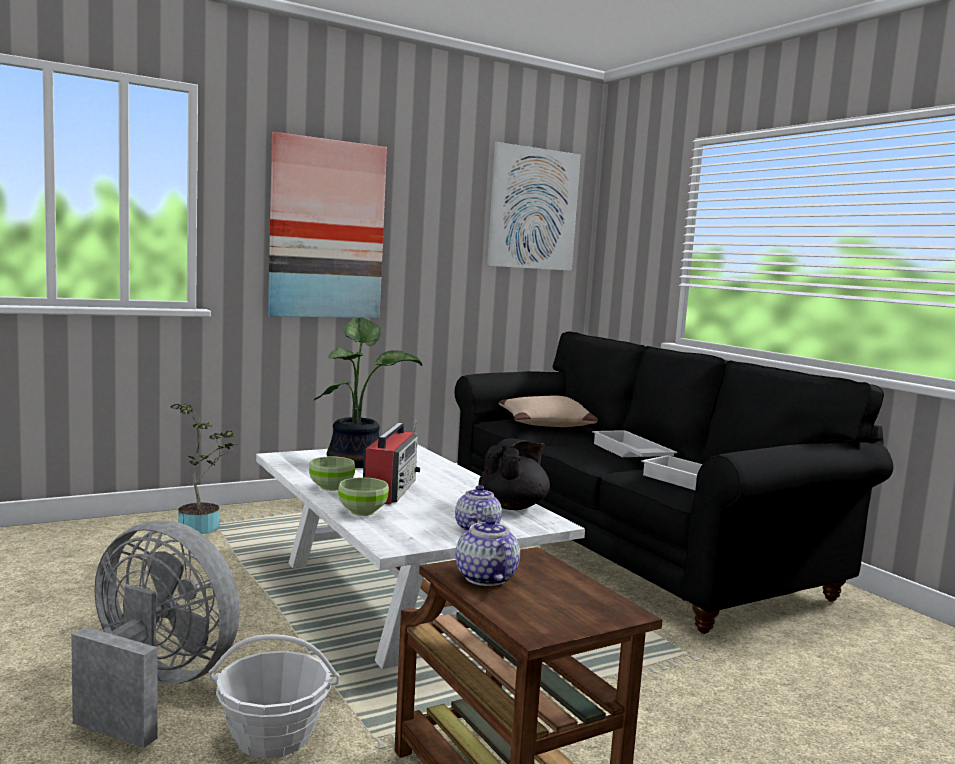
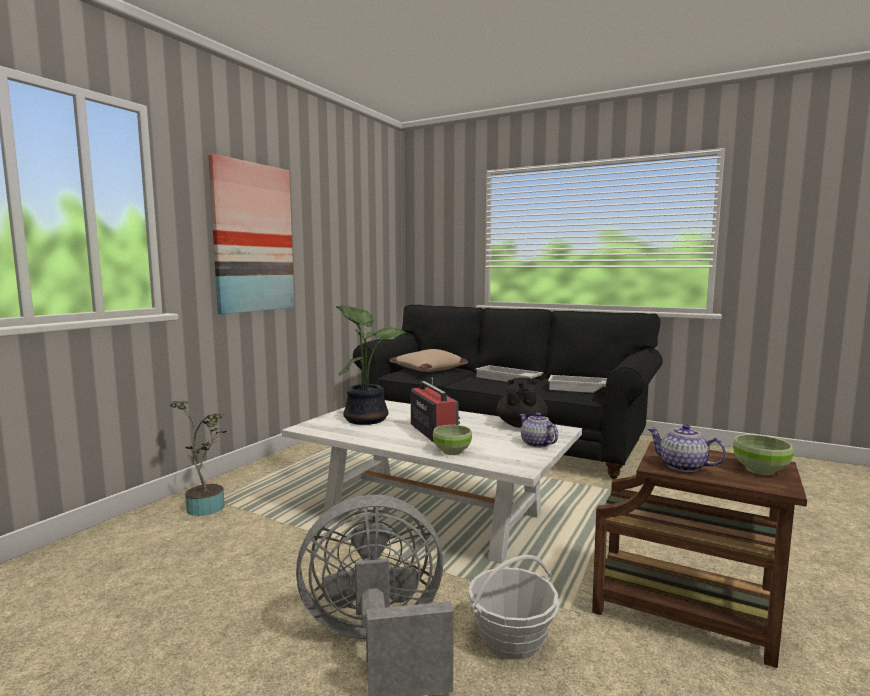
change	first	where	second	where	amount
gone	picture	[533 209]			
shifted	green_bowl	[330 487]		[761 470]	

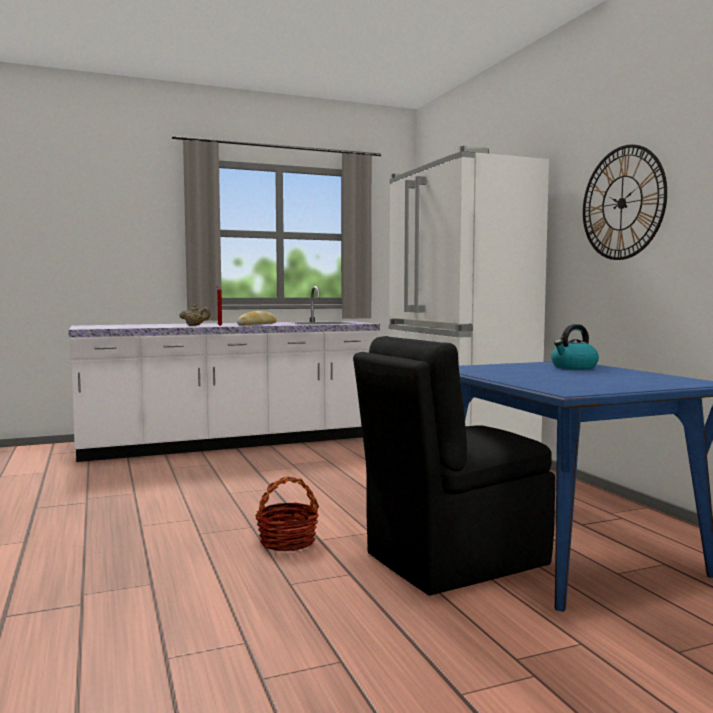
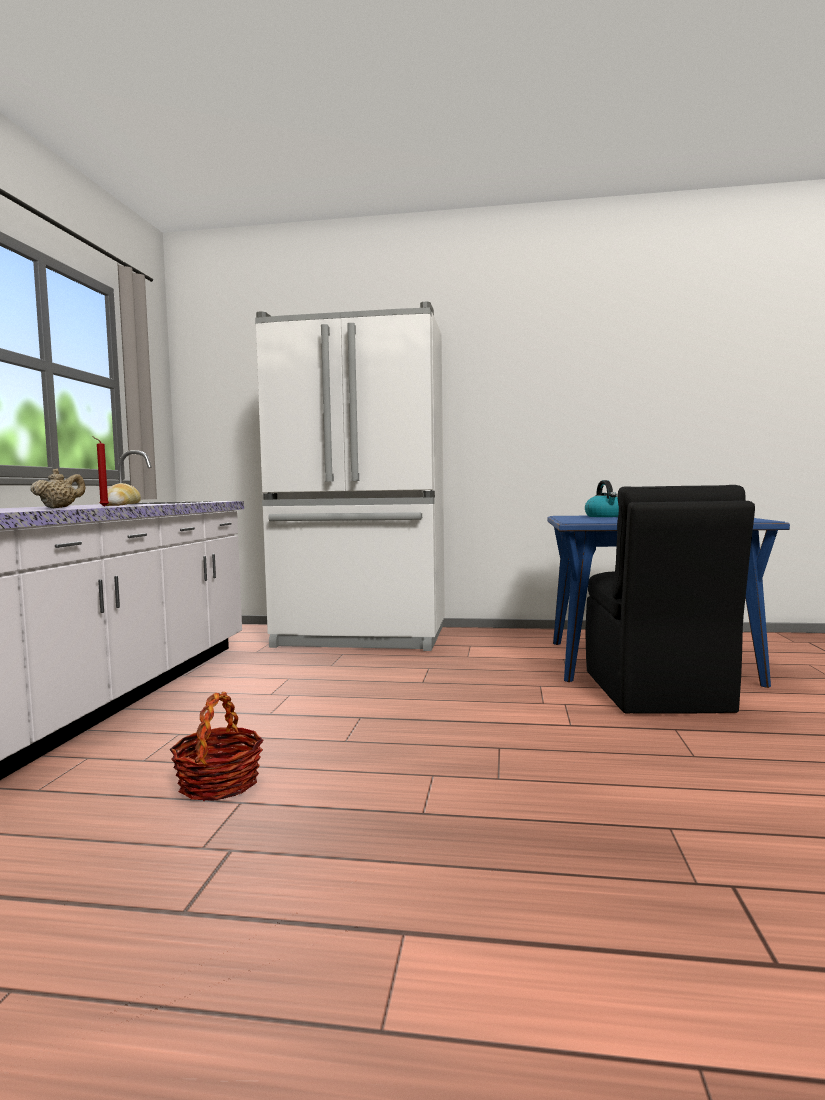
change	first	where	second	where	amount
gone	wall_clock	[622 203]			
shifted	basket	[287 541]		[219 784]	

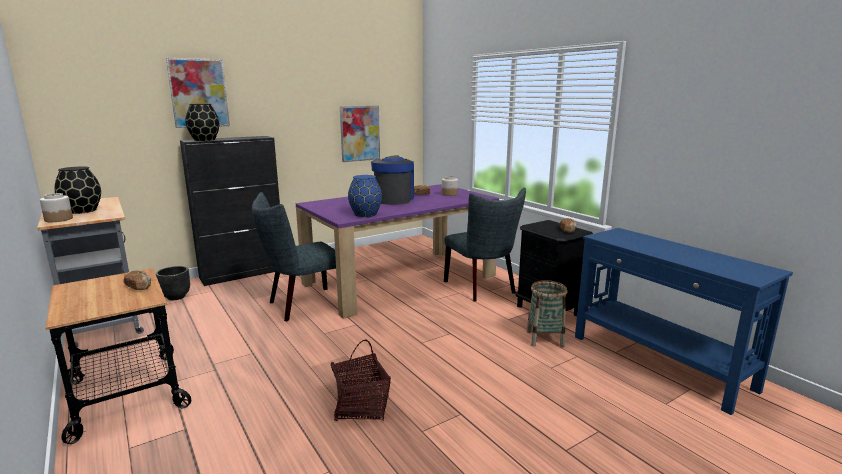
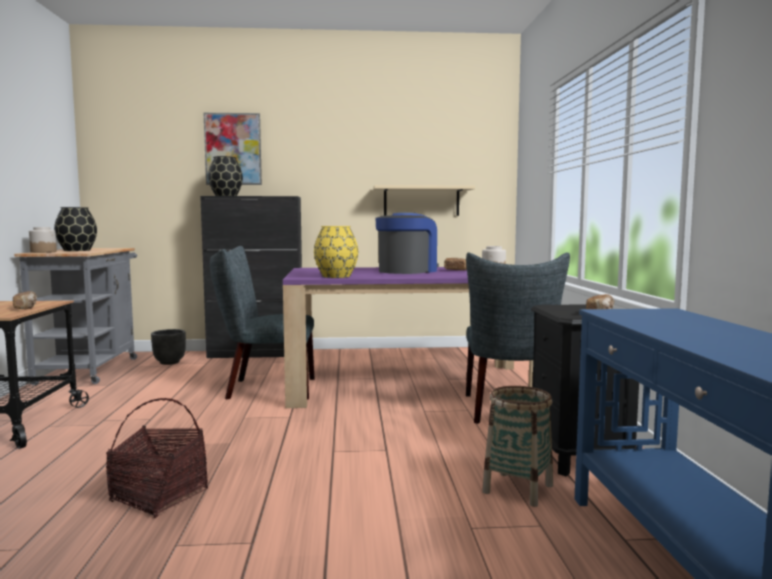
change	first	where	second	where	amount
swapped	picture	[360 133]	beige_shelf	[421 201]	
repainted	blue_vase	[365 214]	yellow_vase	[335 276]	

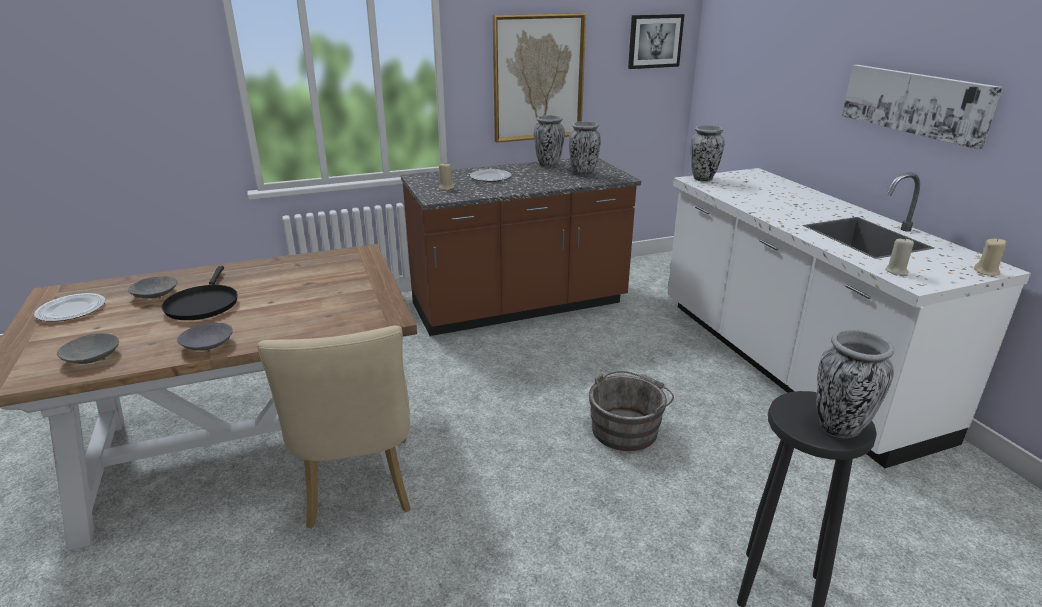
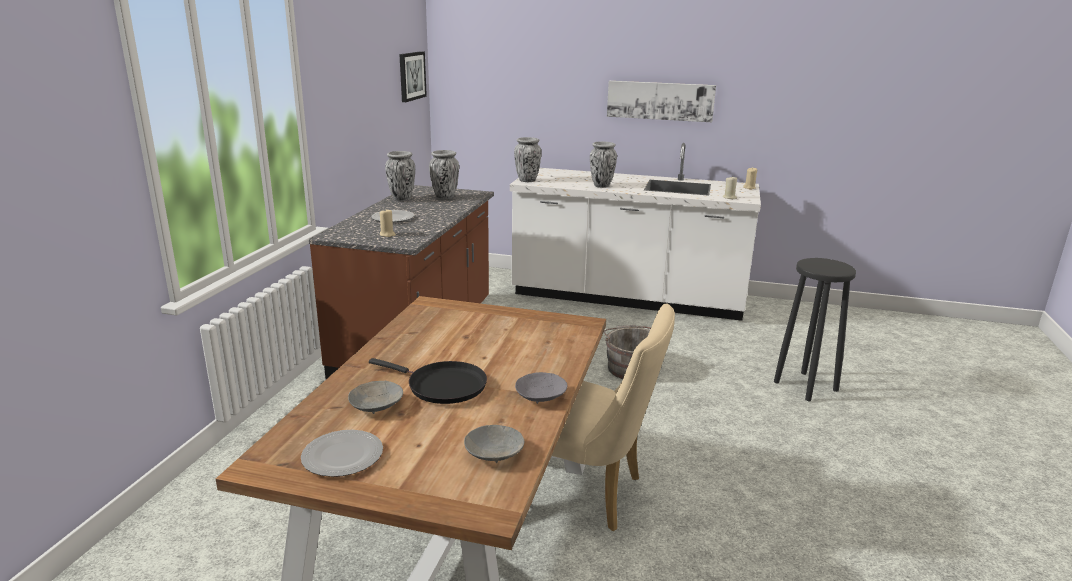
change	first	where	second	where	amount
gone	picture	[538 78]			
shifted	vase	[839 427]		[601 186]	

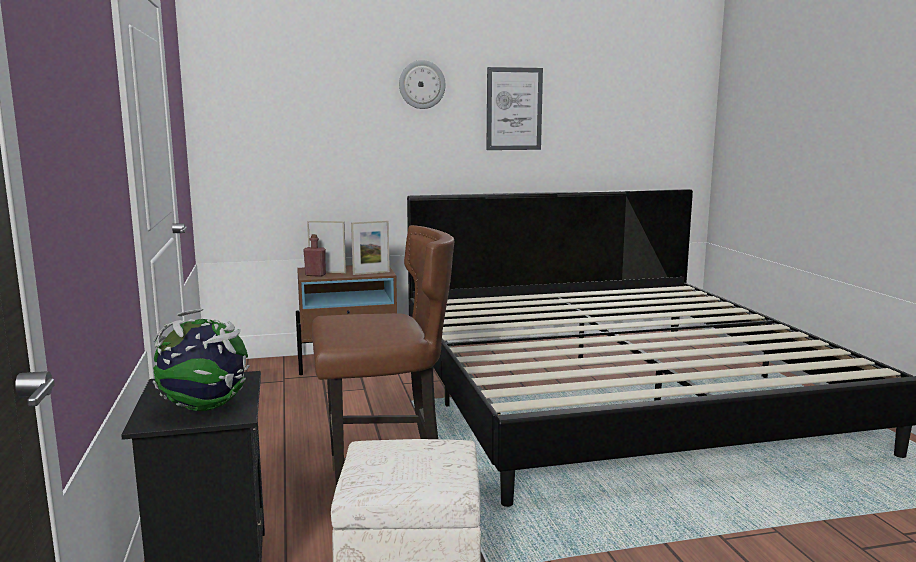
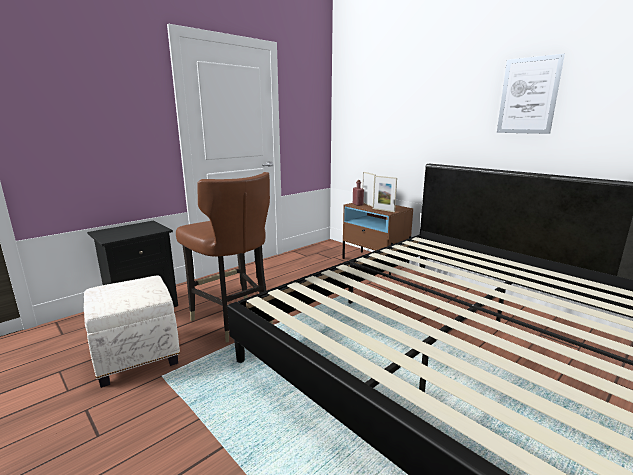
change	first	where	second	where	amount
gone	globe	[205 408]			
gone	wall_clock	[422 84]			

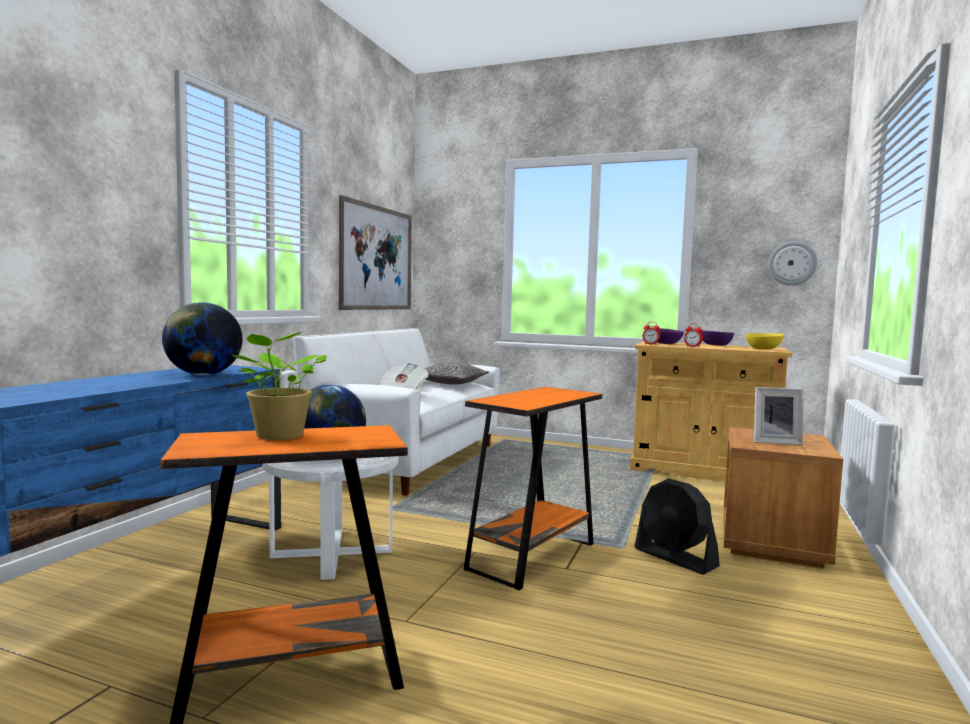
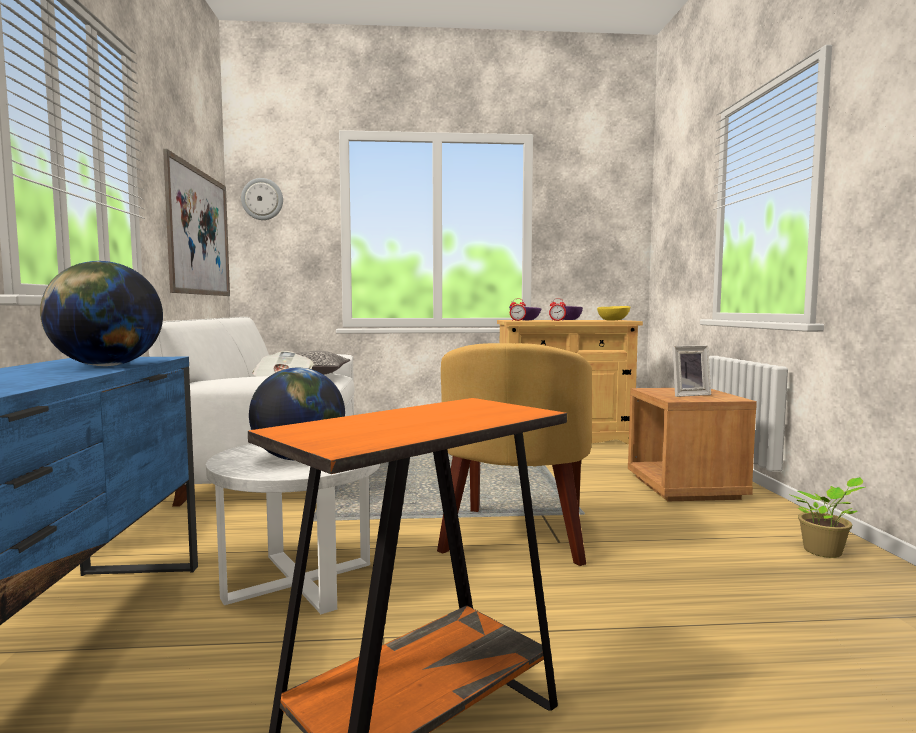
change	first	where	second	where	amount
gone	black_fan	[675 558]			
shifted	potted_plant	[278 436]		[825 552]	
shifted	wall_clock	[792 263]		[262 199]	
swapped	orange_side_table	[532 556]	yellow_armchair	[515 538]	

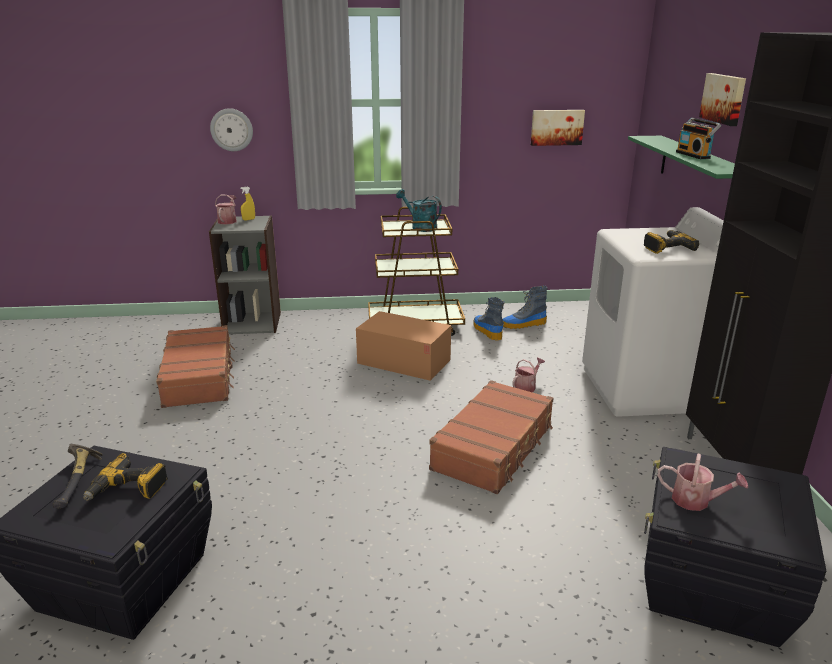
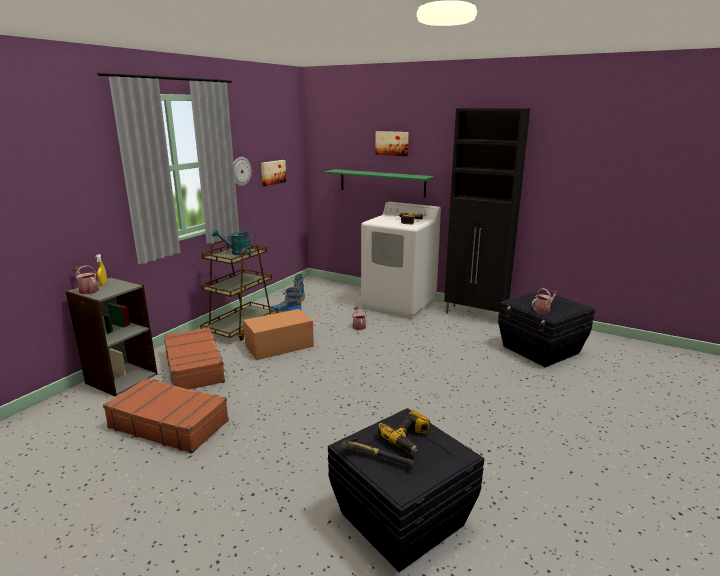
change	first	where	second	where	amount
gone	radio	[694 155]			
shifted	wall_clock	[231 129]		[240 171]	
shifted	brown_suitcase	[494 447]		[195 367]	

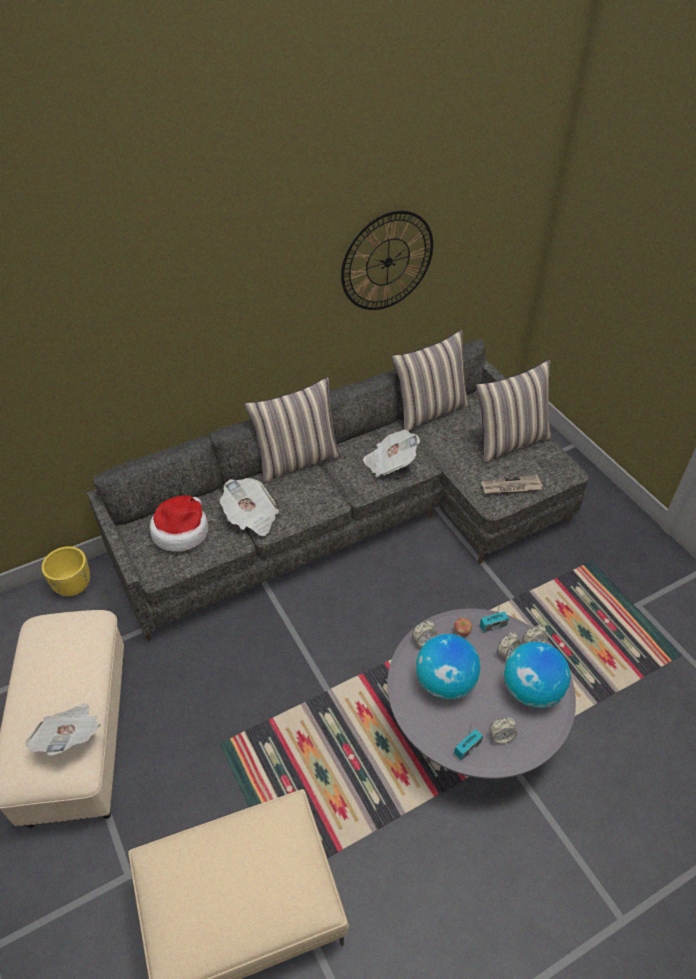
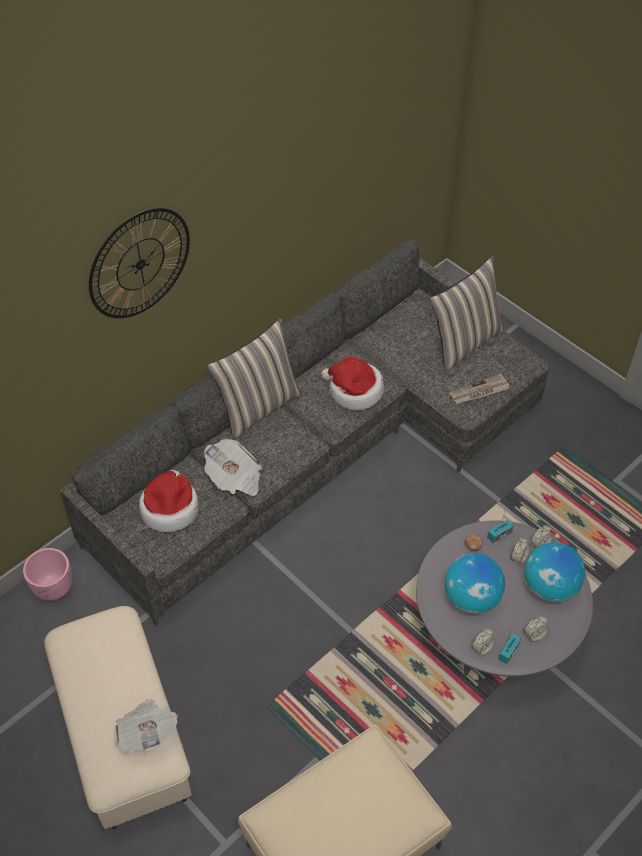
change	first	where	second	where	amount
gone	pillow	[430 410]			
shifted	wall_clock	[387 262]		[140 264]	
shifted	alarm_clock	[423 640]		[482 648]	
swapped	newspaper	[390 463]	hat	[354 391]	
repainted	yellow_planter	[74 586]	pink_planter	[54 588]	

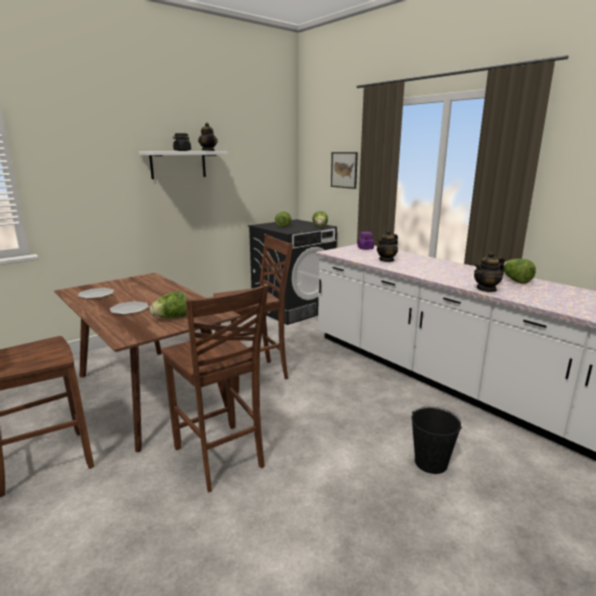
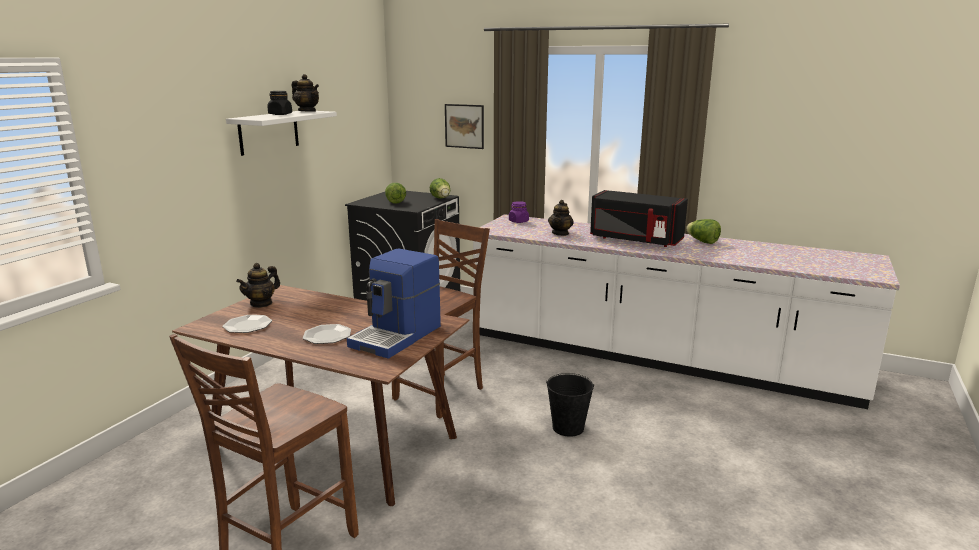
change	first	where	second	where	amount
gone	brown_chair	[220 458]			
new			black_microwave	[634 240]	
shifted	black_bucket	[431 463]		[568 428]	
shifted	teapot	[486 289]		[261 303]	
swapped	lettuce	[171 318]	coffee_machine	[397 336]	

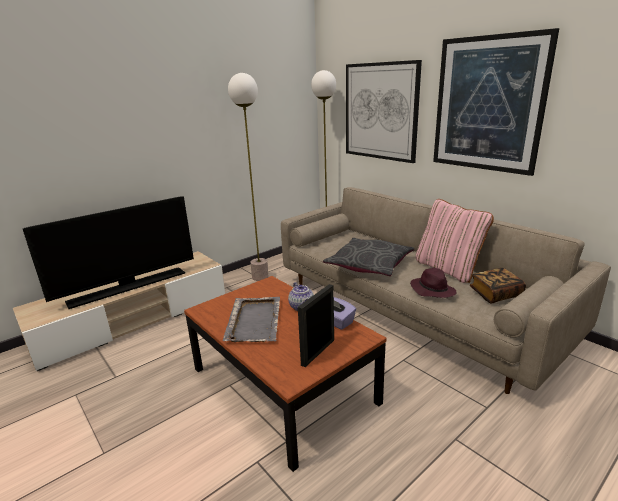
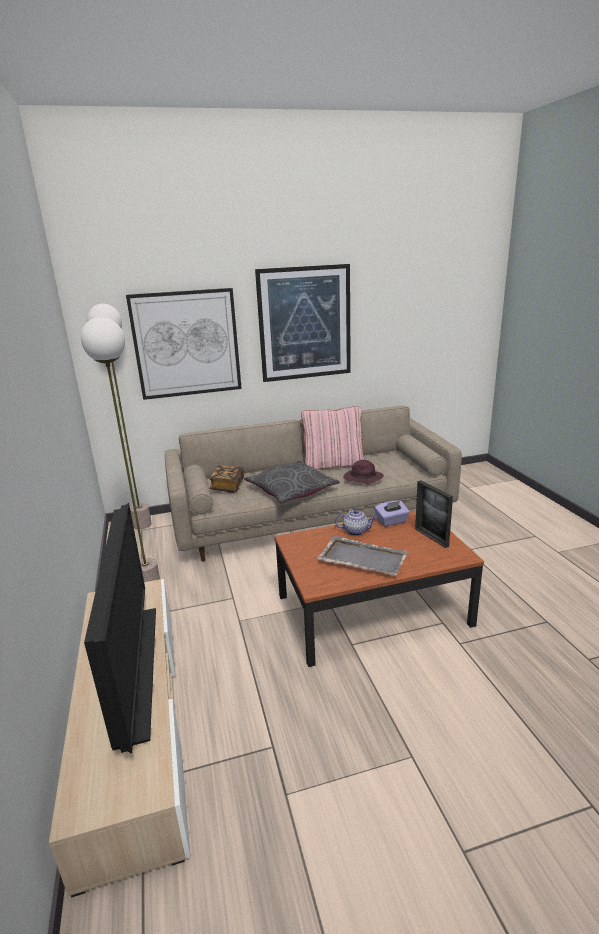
change	first	where	second	where	amount
shifted	book	[495 294]		[227 486]	

